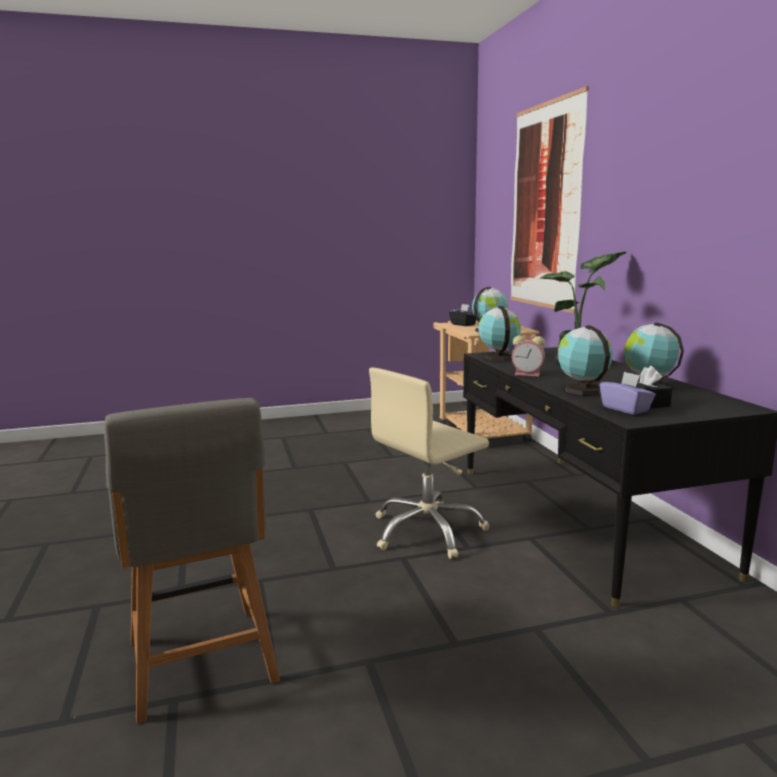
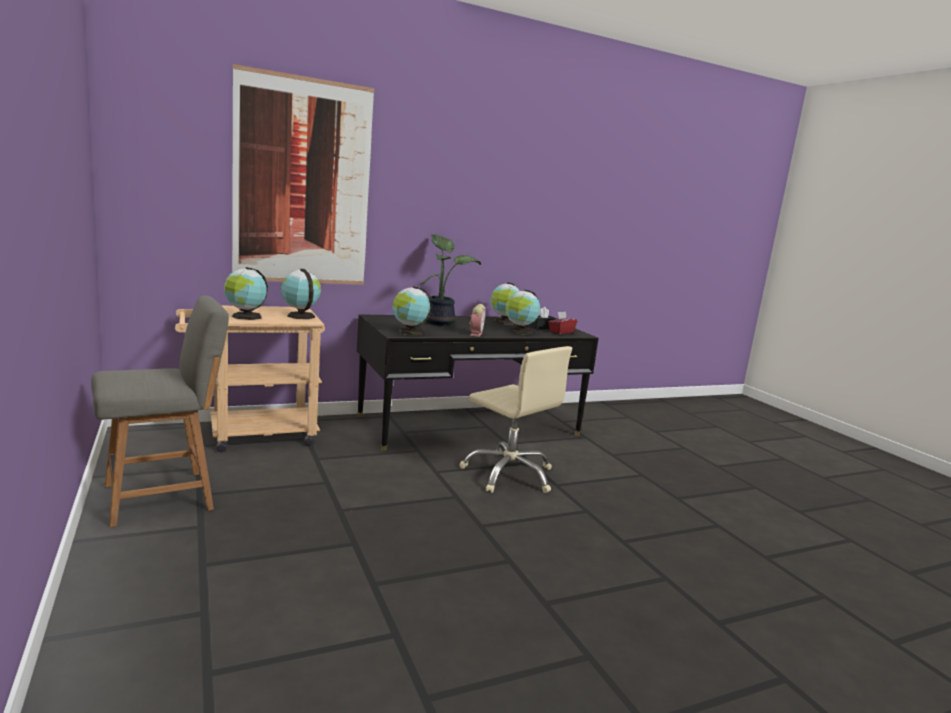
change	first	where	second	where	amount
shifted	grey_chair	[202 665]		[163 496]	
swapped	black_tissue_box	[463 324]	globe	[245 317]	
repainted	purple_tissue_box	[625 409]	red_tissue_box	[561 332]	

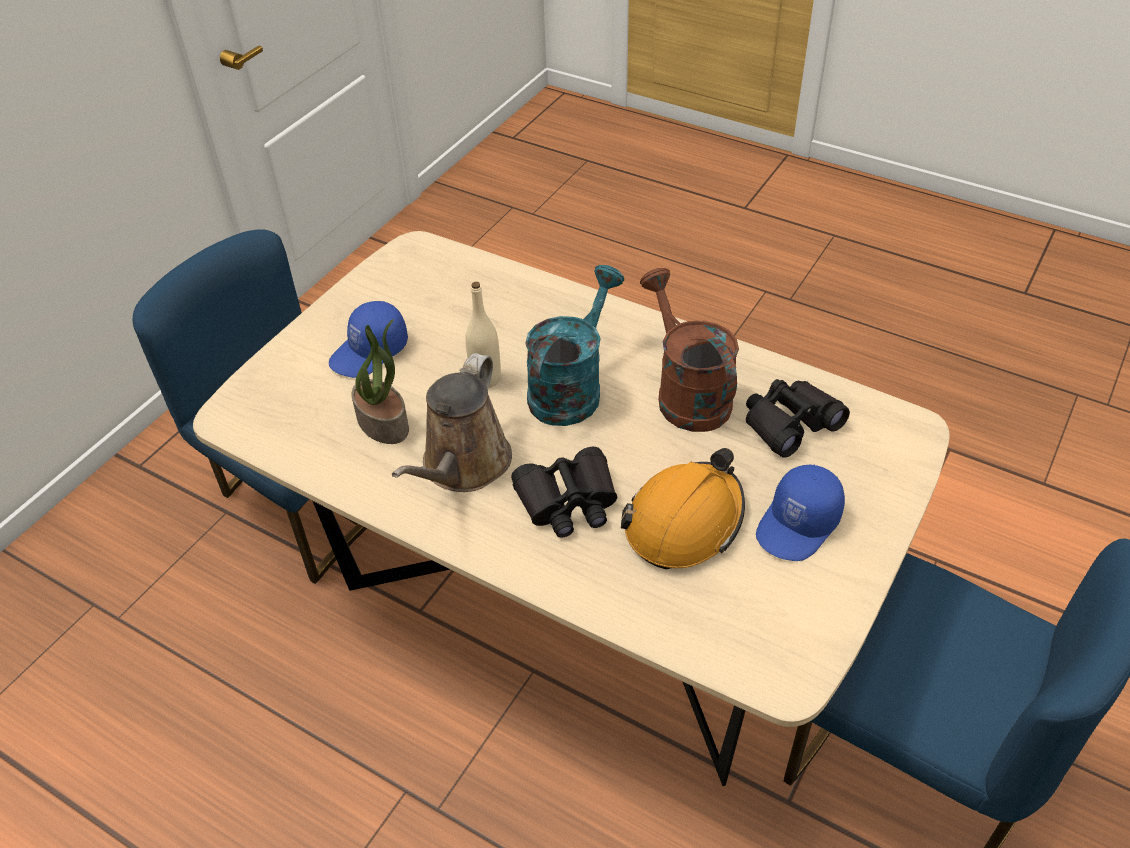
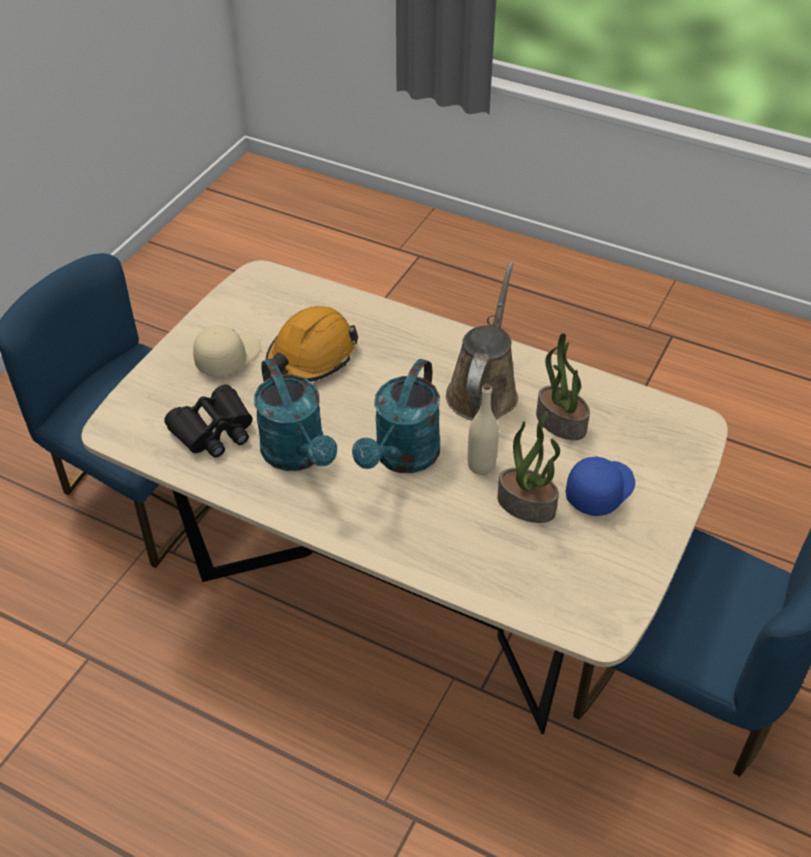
change	first	where	second	where	amount
gone	black_binoculars	[568 501]			
new			potted_plant	[527 505]	
repainted	brown_watering_can	[686 393]	turquoise_watering_can	[298 456]	
repainted	blue_cap	[799 525]	beige_cap	[227 357]	

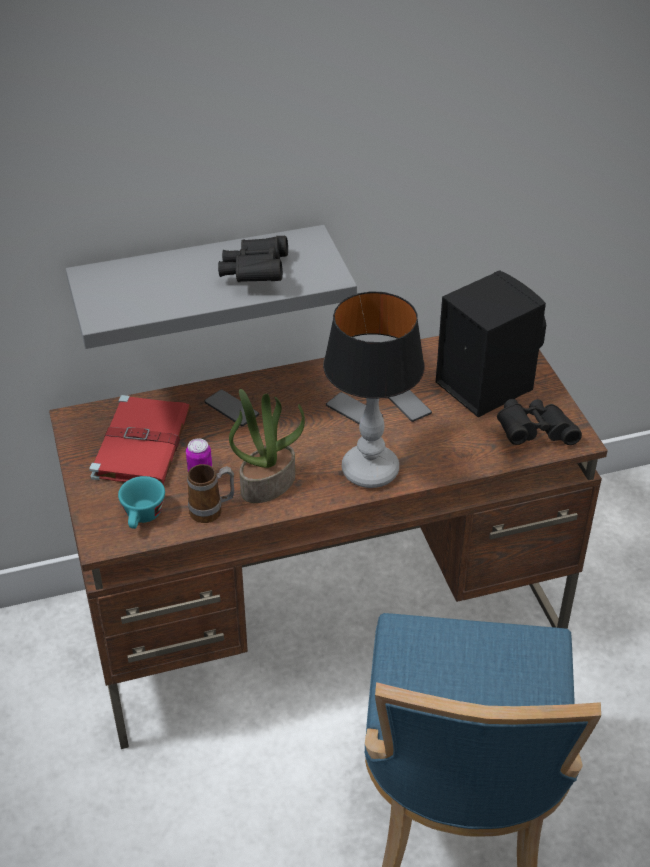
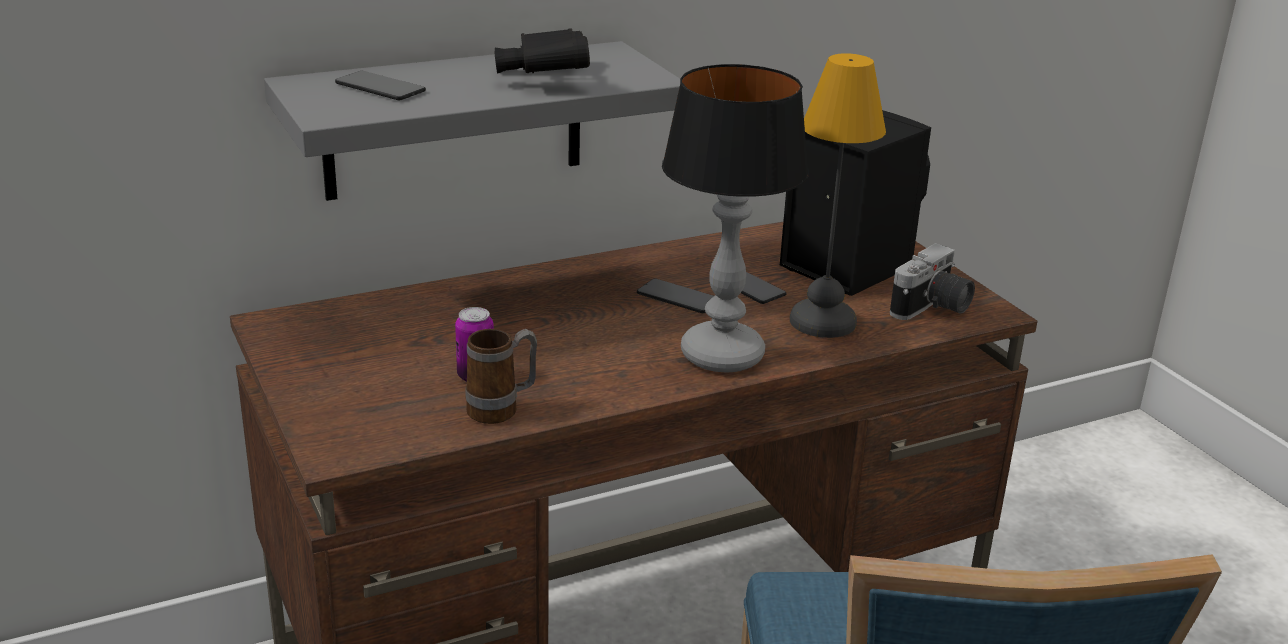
change	first	where	second	where	amount
gone	red_book	[142 443]			
gone	turquoise_cup	[143 518]			
gone	potted_plant	[268 483]			
new			table_lamp	[820 322]	
shifted	phone	[231 409]		[380 88]	
swapped	black_binoculars	[534 434]	photo_camera	[932 309]	

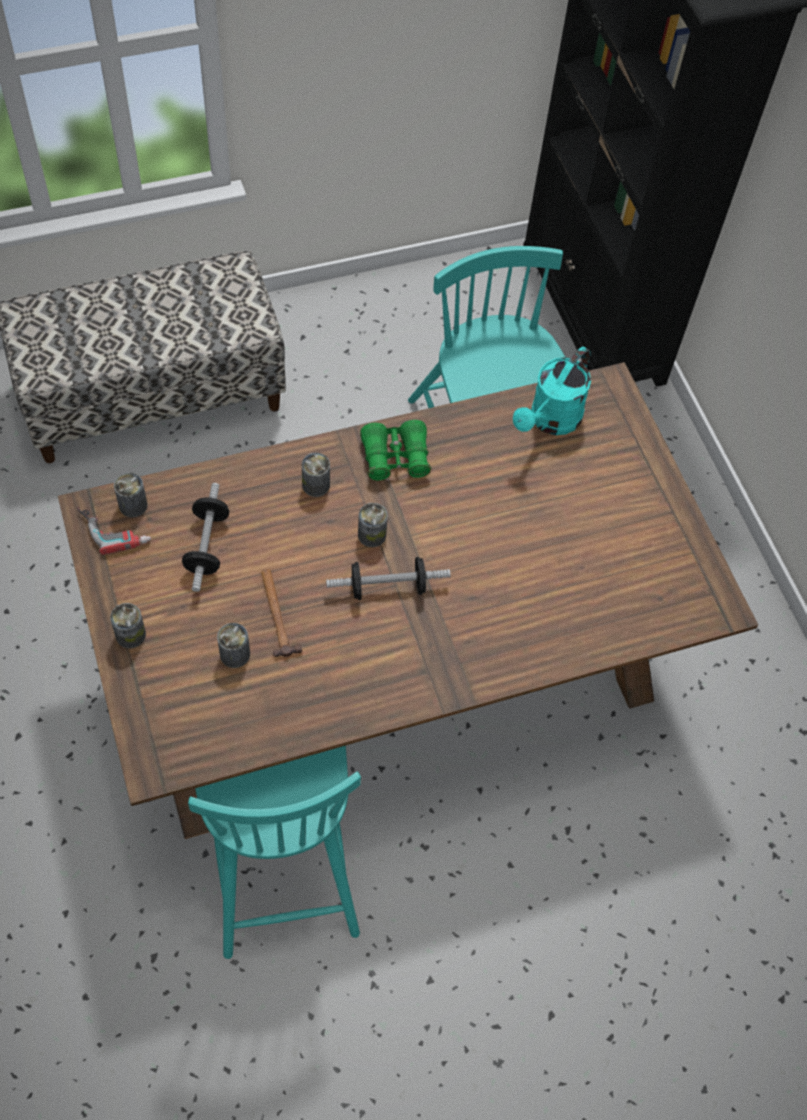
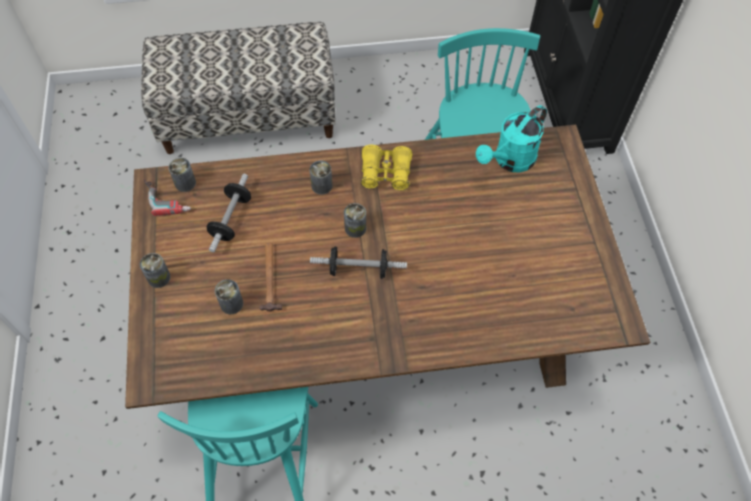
change	first	where	second	where	amount
repainted	green_binoculars	[395 457]	yellow_binoculars	[385 173]	

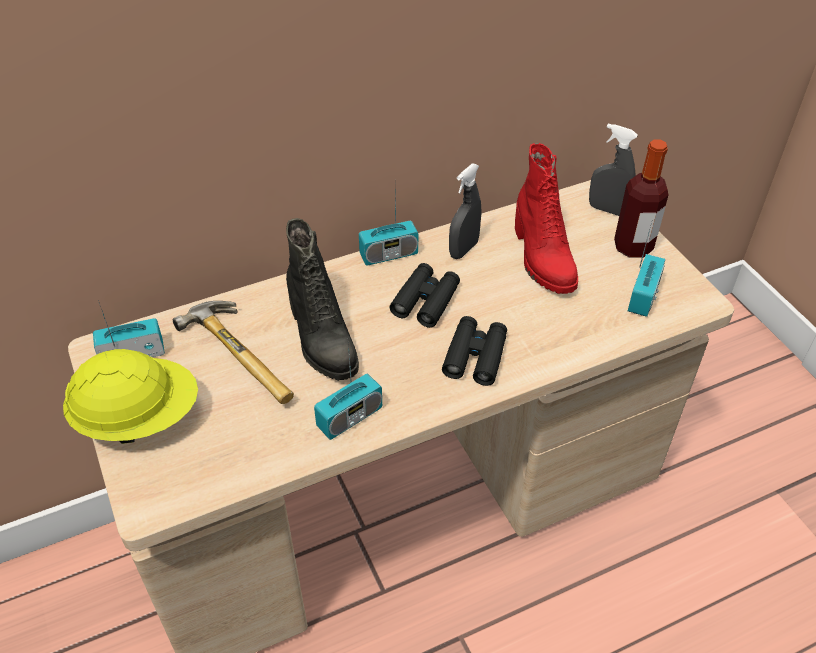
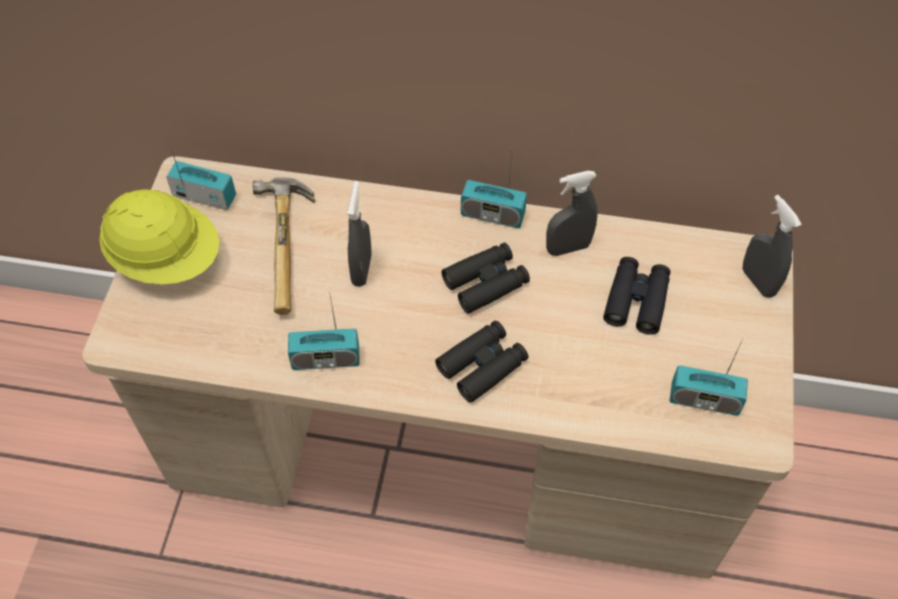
change	first	where	second	where	amount
gone	bottle	[633 247]			
swapped	black_boot	[320 340]	grey_spray_bottle	[361 269]	
swapped	red_boot	[541 259]	black_binoculars	[636 300]	
rotated	radio	[643 296]		[704 400]	45 degrees clockwise

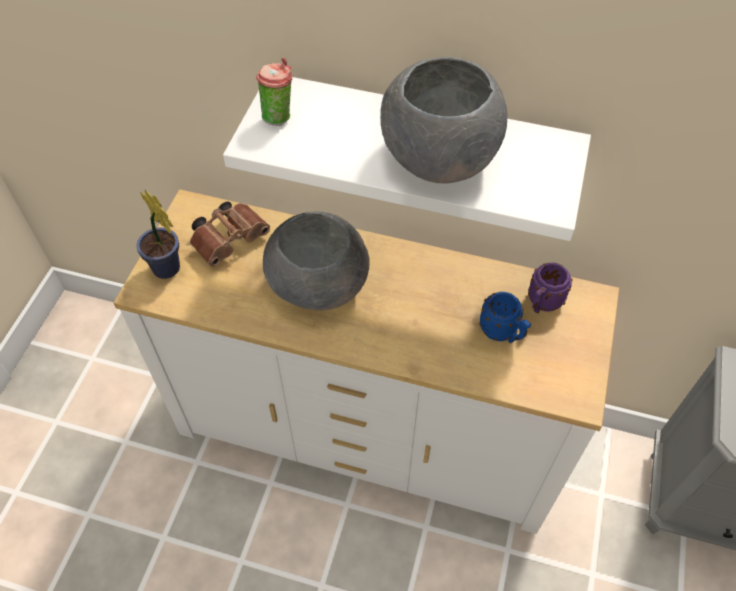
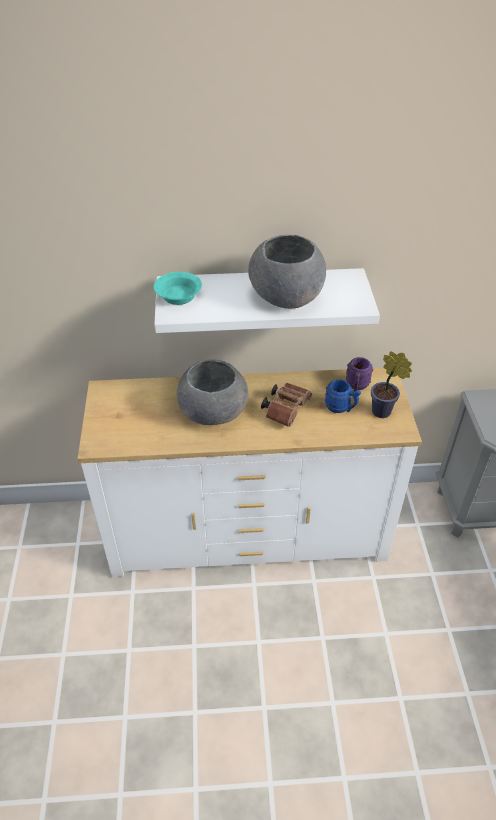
change	first	where	second	where	amount
shifted	potted_plant	[168 270]		[384 412]	
shifted	brown_binoculars	[231 239]		[286 409]	
swapped	cup	[278 116]	turquoise_bowl	[177 297]	

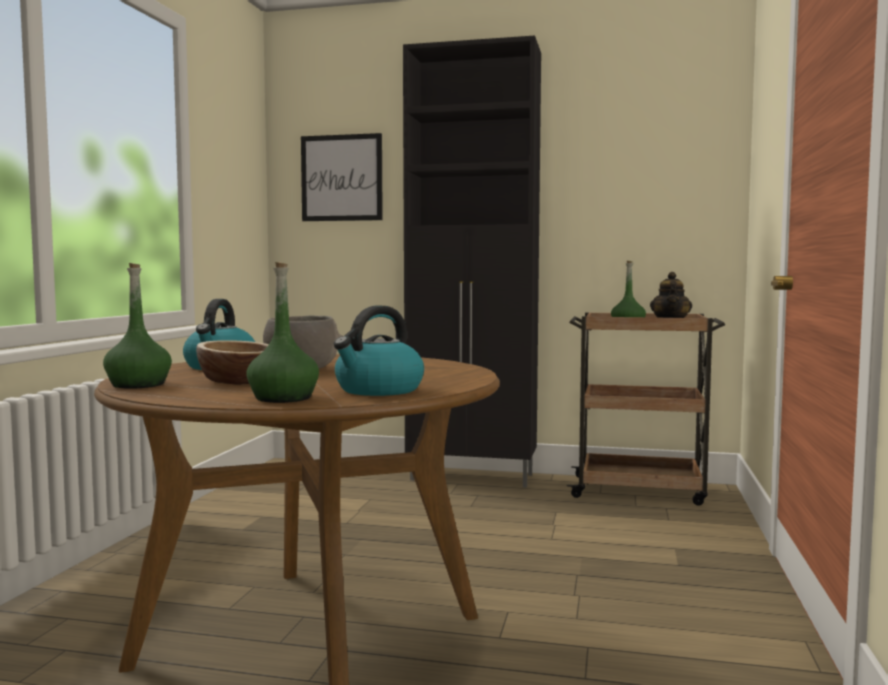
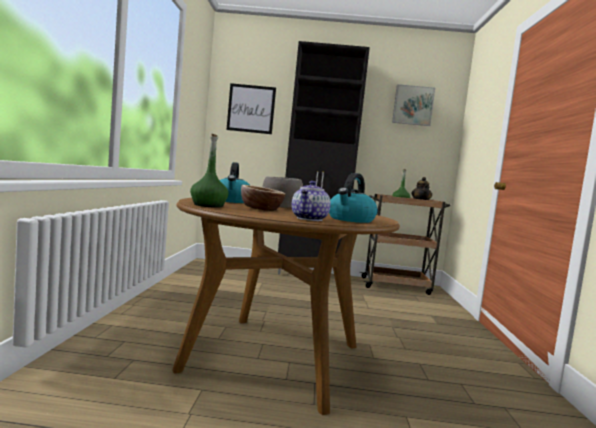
change	first	where	second	where	amount
new			picture	[412 105]	
swapped	green_bottle	[284 398]	teapot	[310 219]	

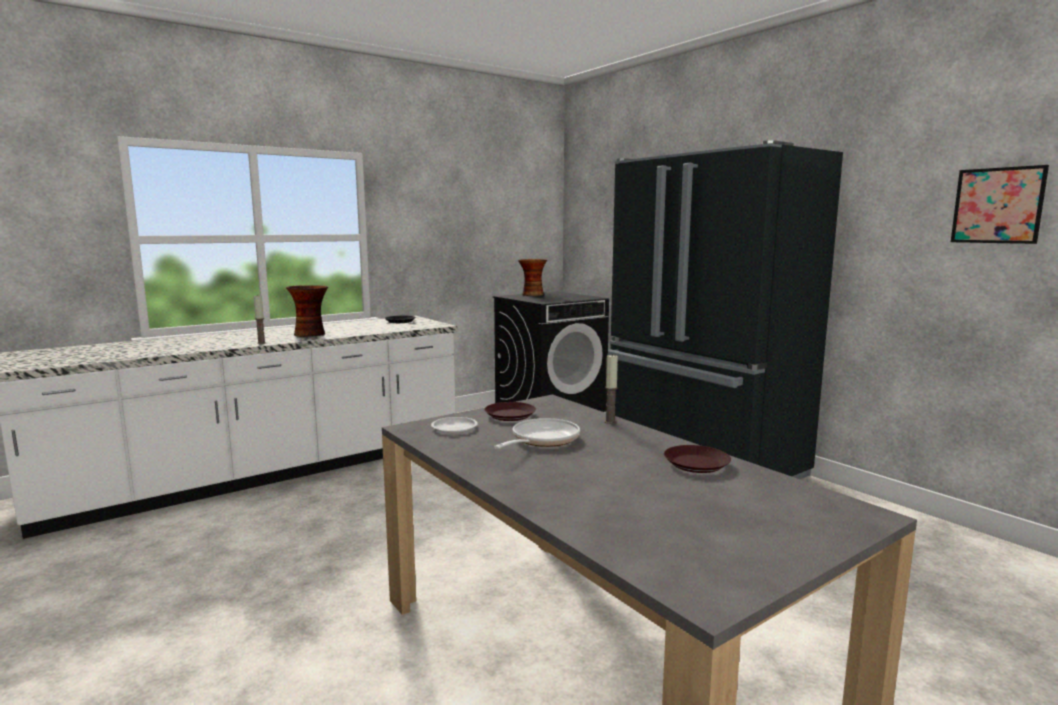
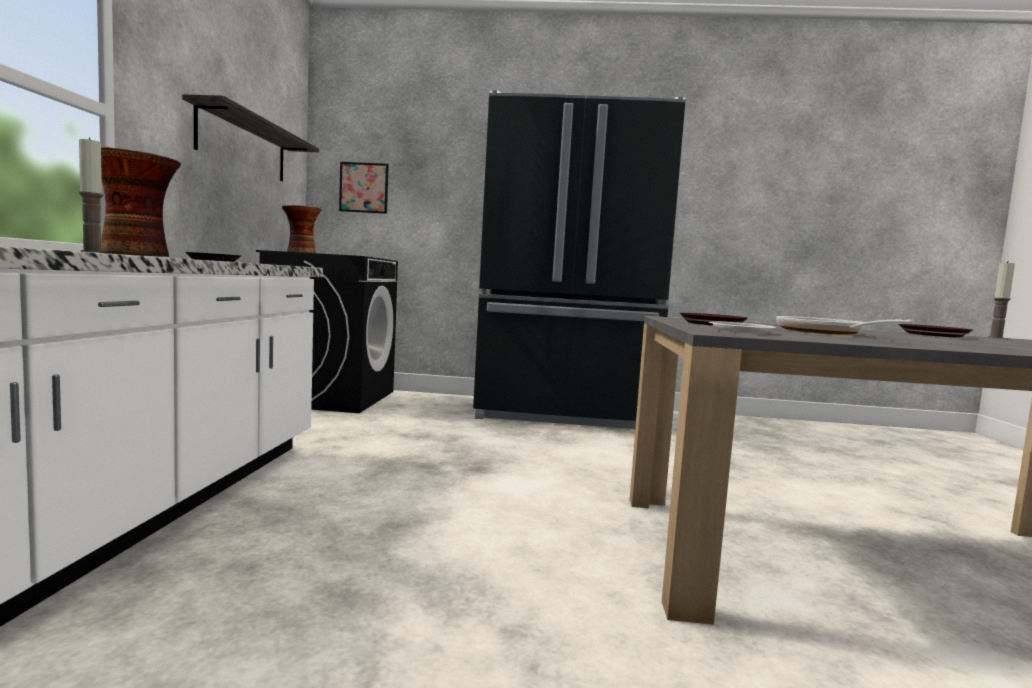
change	first	where	second	where	amount
new			shelf	[243 146]	
shifted	candle	[610 422]		[996 337]	
shifted	picture	[997 205]		[364 187]	

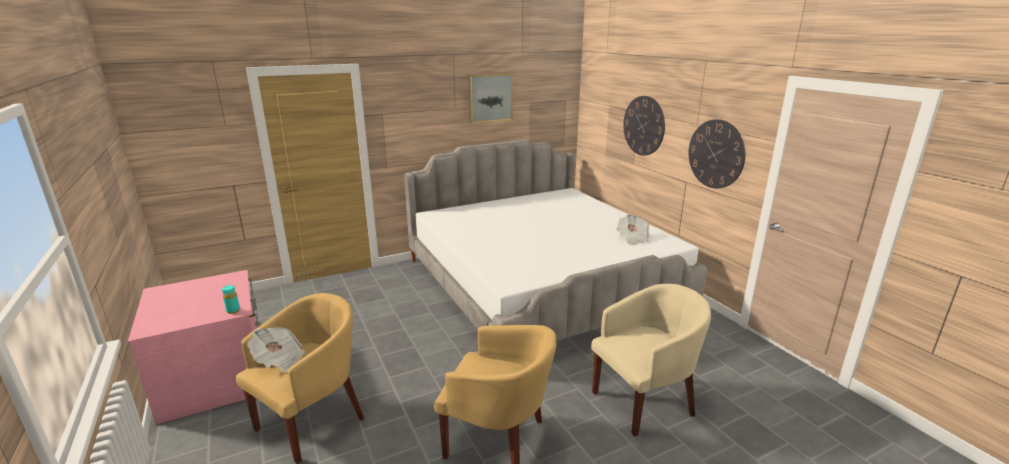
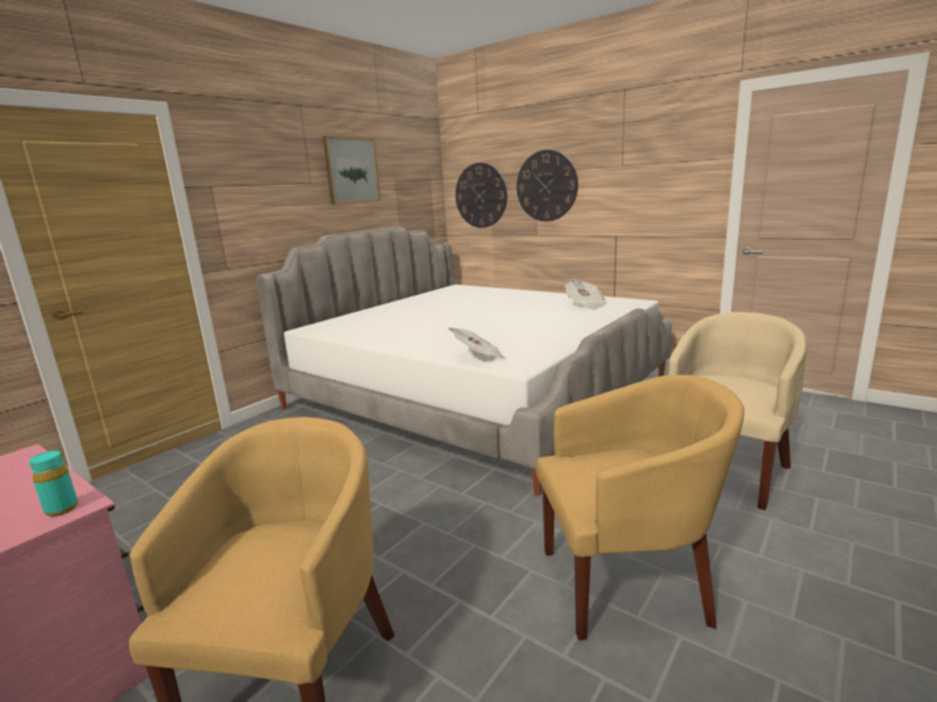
change	first	where	second	where	amount
shifted	newspaper	[279 360]		[479 358]	
shifted	wall_clock	[716 154]		[481 195]	

